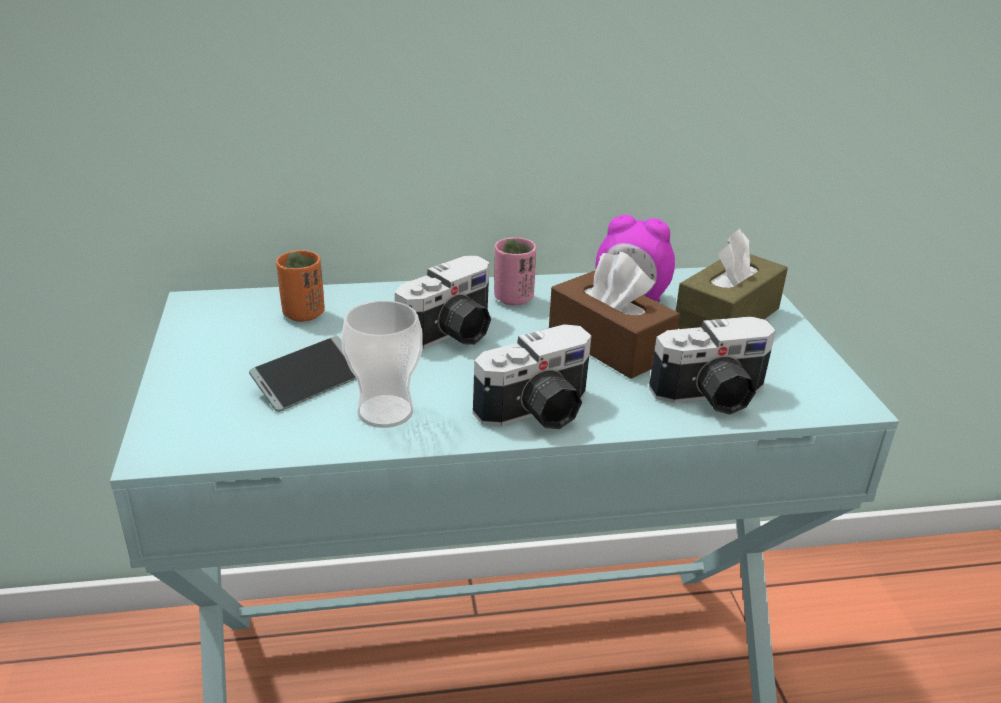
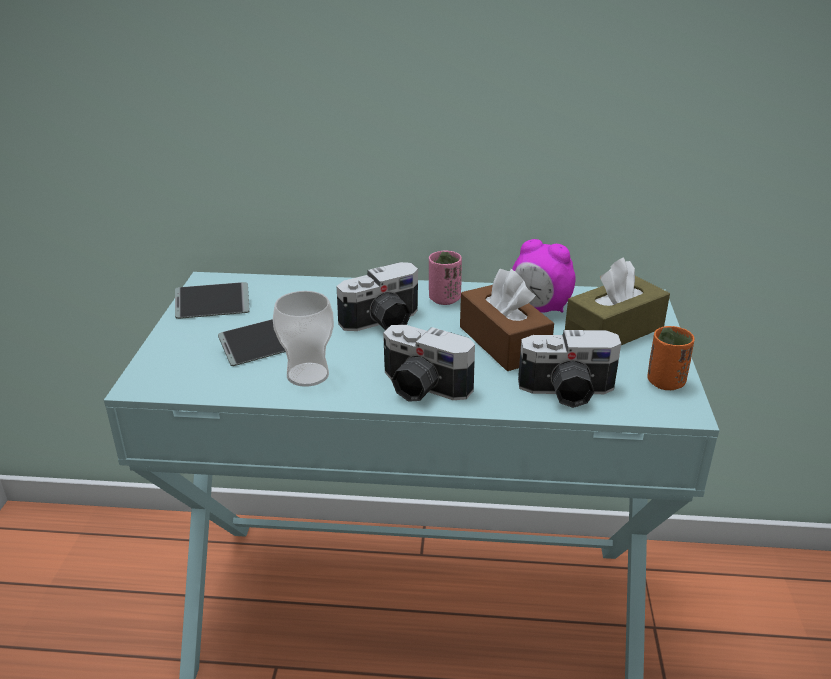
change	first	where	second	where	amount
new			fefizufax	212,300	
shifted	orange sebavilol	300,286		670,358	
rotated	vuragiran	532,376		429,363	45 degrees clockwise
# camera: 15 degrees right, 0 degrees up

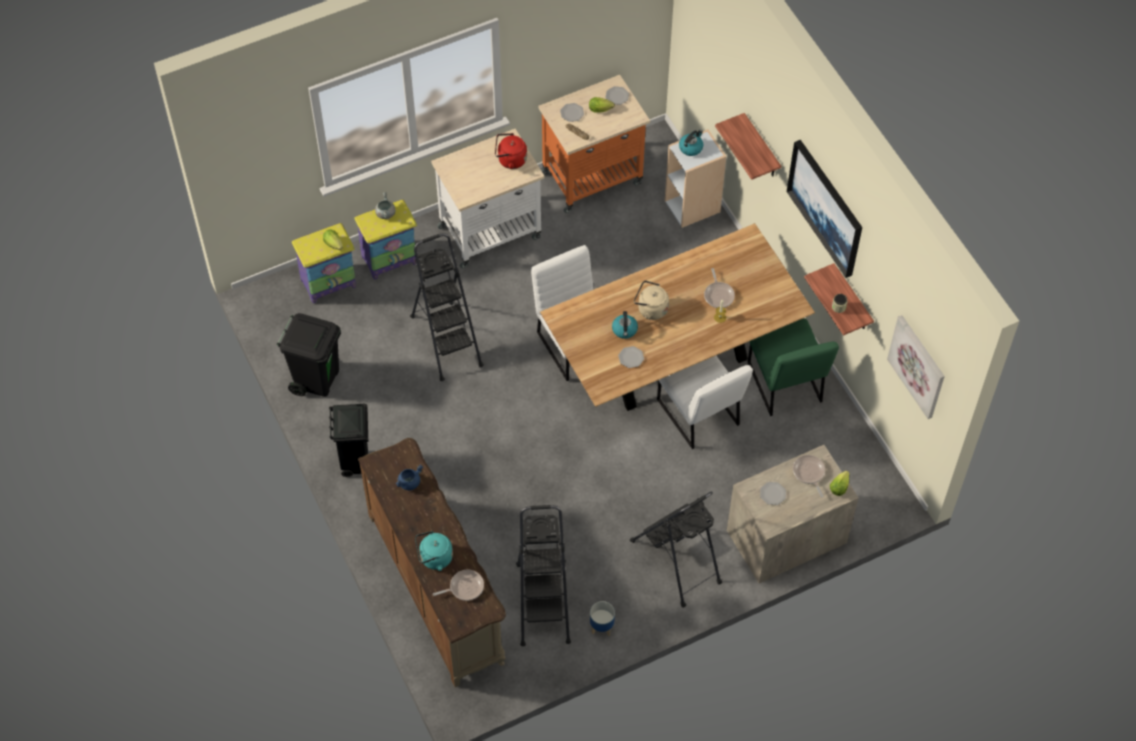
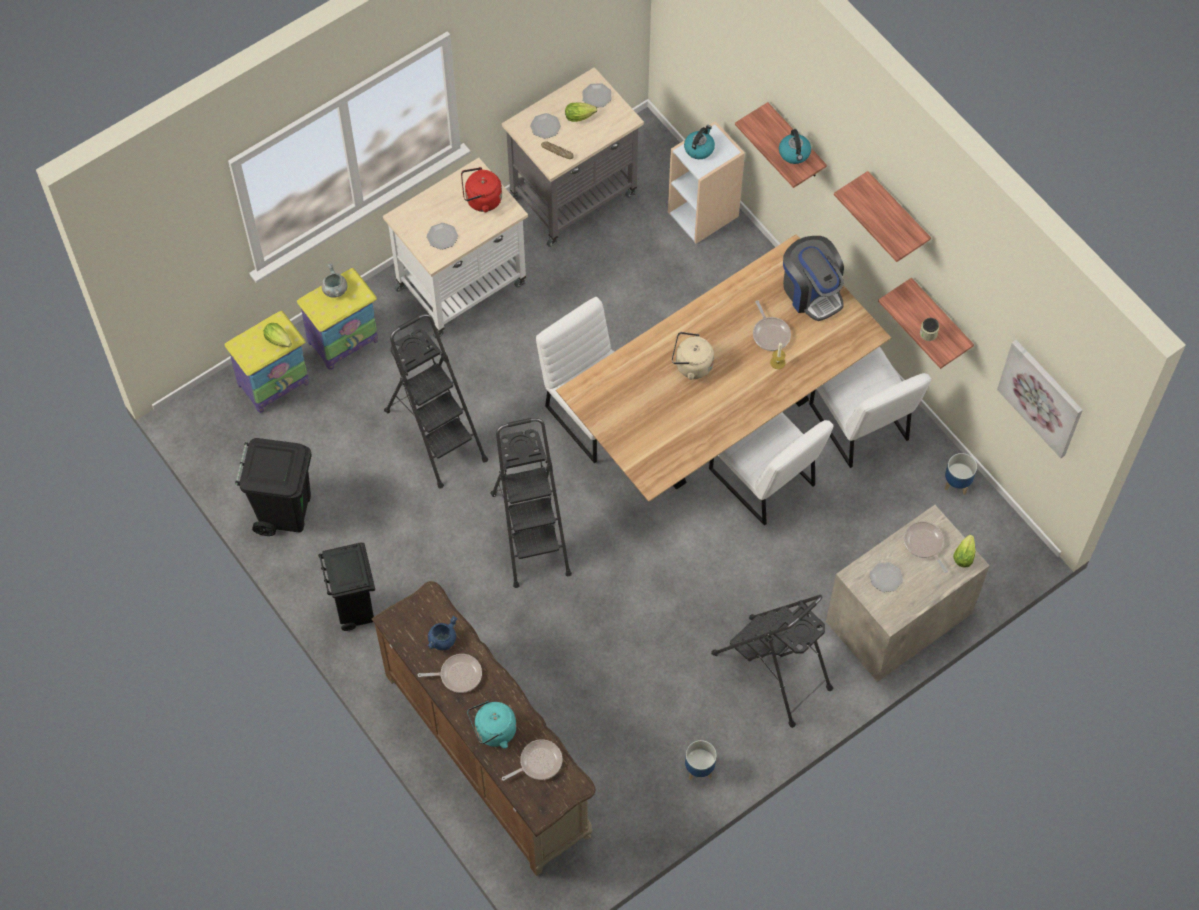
change	first	where	second	where	amount
new			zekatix	450,673	
new			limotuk	813,278	
new			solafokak	961,474	
shifted	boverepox	543,575		531,503	
shifted	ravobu	625,325		795,146	
shifted	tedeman	631,357		442,236	
swapped	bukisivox	824,209	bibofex	882,216	
repainted	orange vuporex	594,144	grey vuporex	573,157	
repainted	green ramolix	793,367	white ramolix	870,407	
# camera: 10 degrees left, 5 degrees up

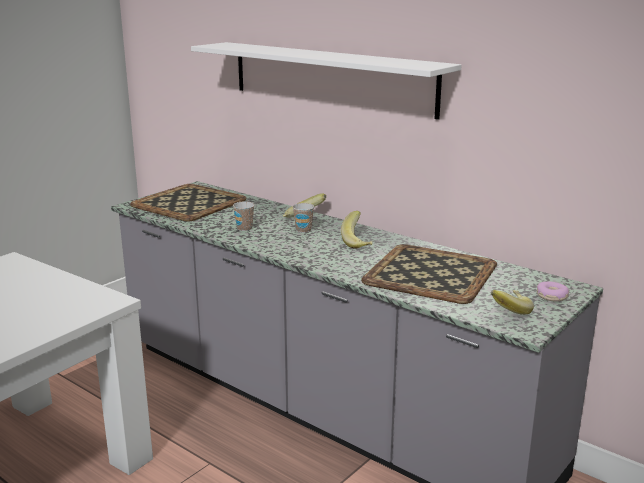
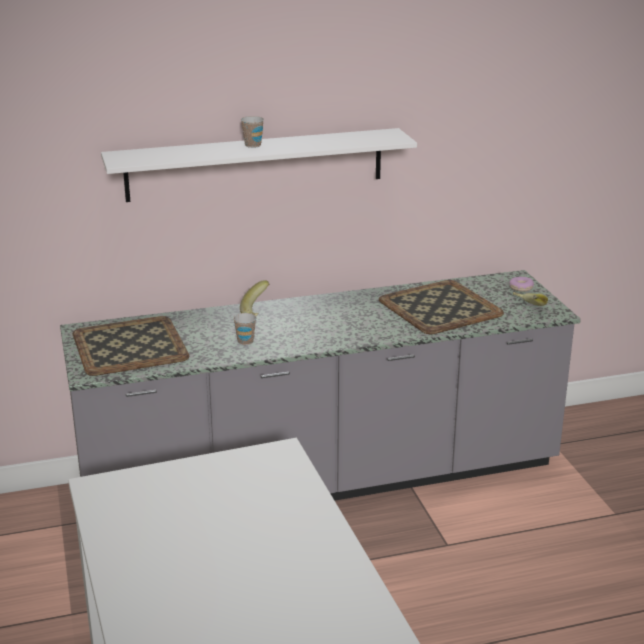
change	first	where	second	where	amount
gone	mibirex	357,230			
shifted	sebavilol	303,218		252,132	
# camera: 55 degrees left, 5 degrees up

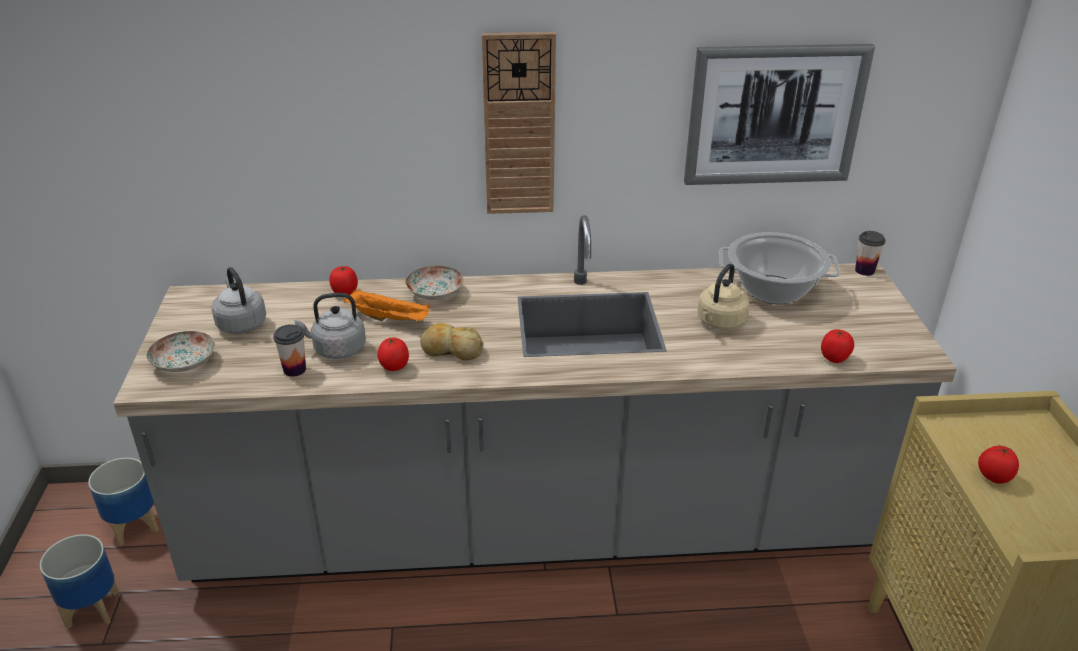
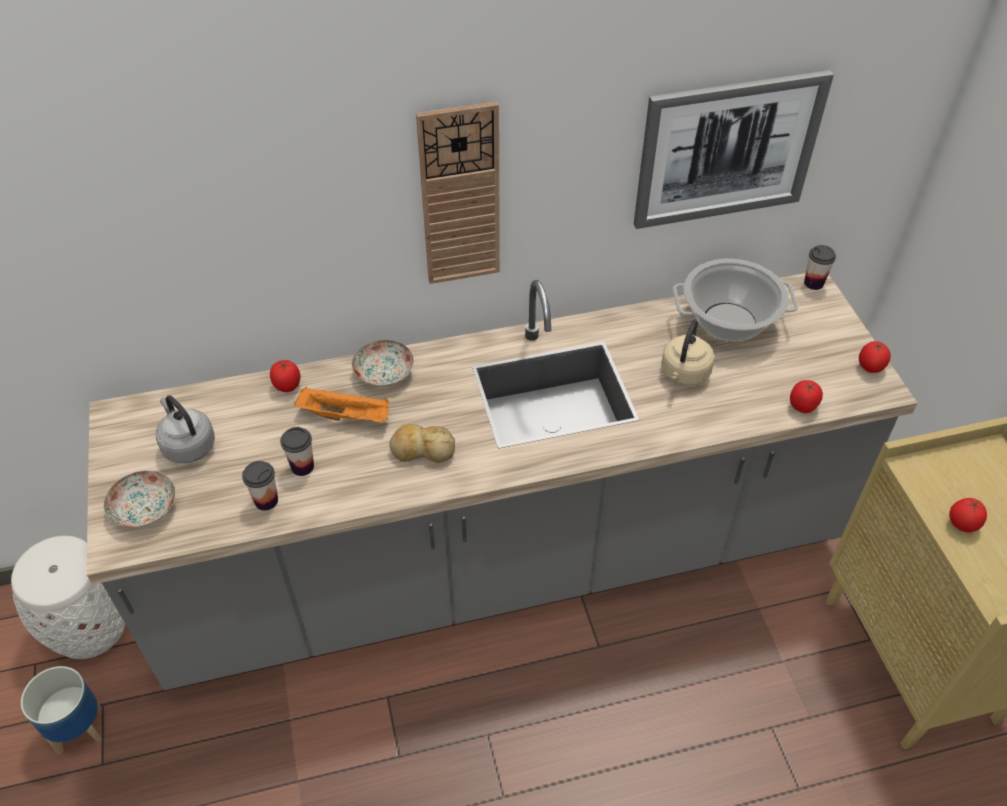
change	first	where	second	where	amount
shifted	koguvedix	393,354		875,357	
swapped	solafokak	123,502	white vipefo	68,597	
swapped	grey ravobu	330,326	sebavilol	297,451	
# camera: 10 degrees left, 15 degrees up

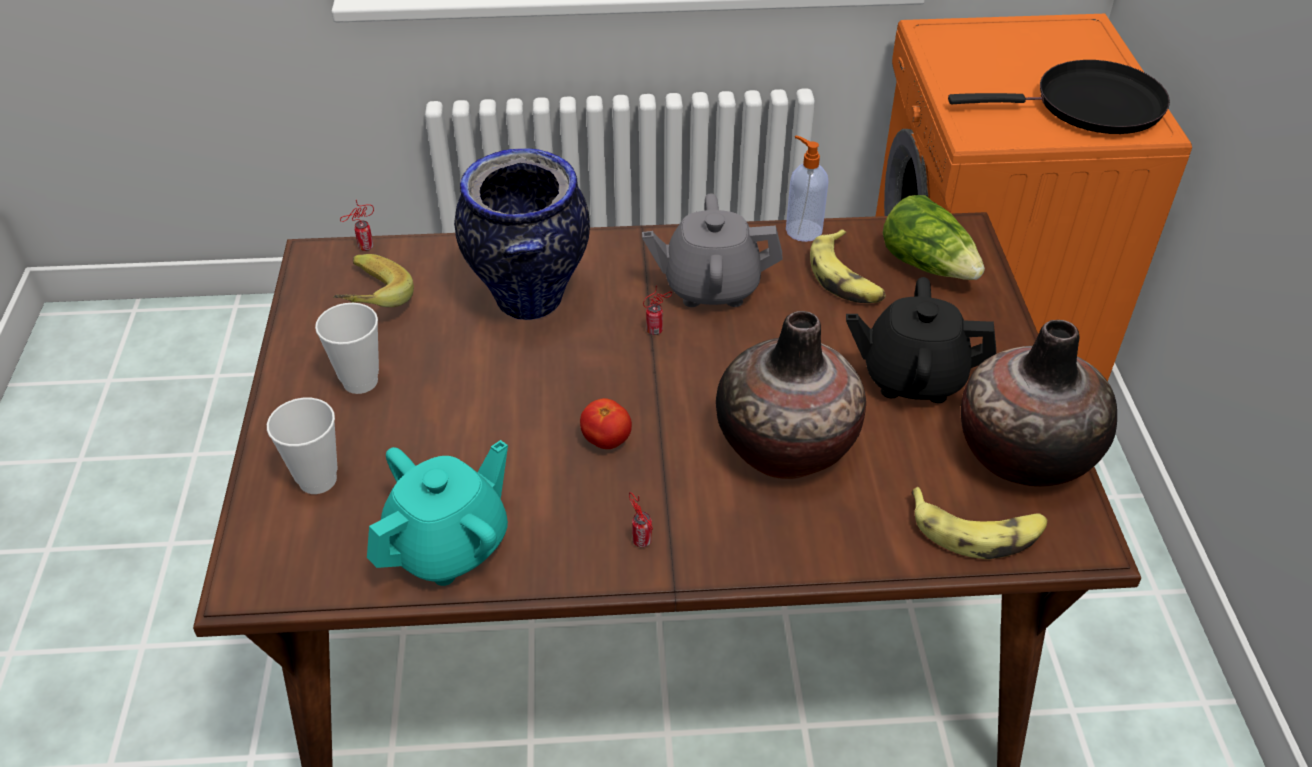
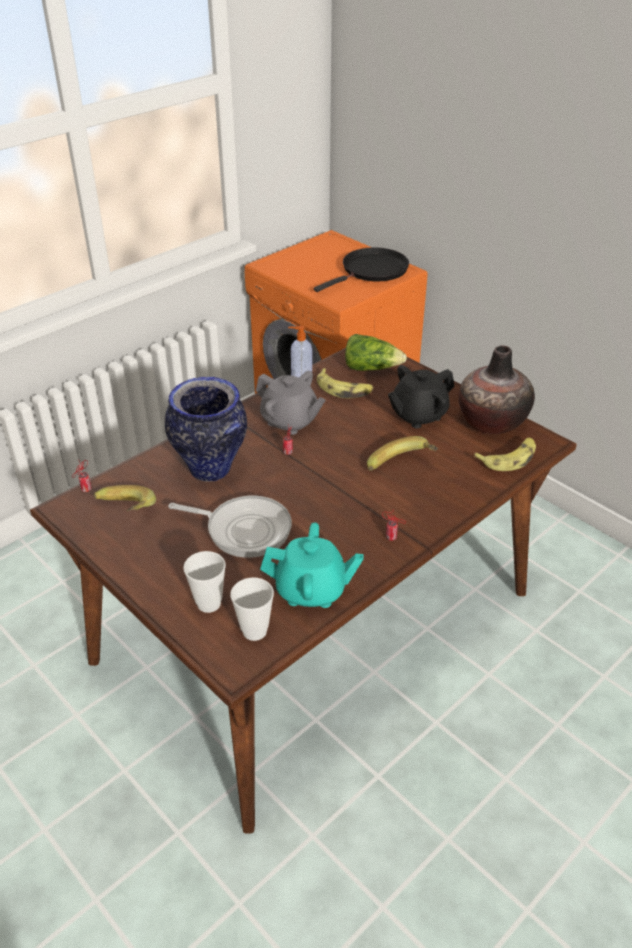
change	first	where	second	where	amount
gone	koguvedix	606,423			
new			zekatix	230,527	
shifted	sebavilol	347,348		252,609	
swapped	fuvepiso	791,395	mibirex	402,453	
rotated	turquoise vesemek	437,513		311,565	90 degrees clockwise
rotated	grey vesemek	712,250		291,403	105 degrees counterclockwise
# camera: 40 degrees left, 5 degrees down

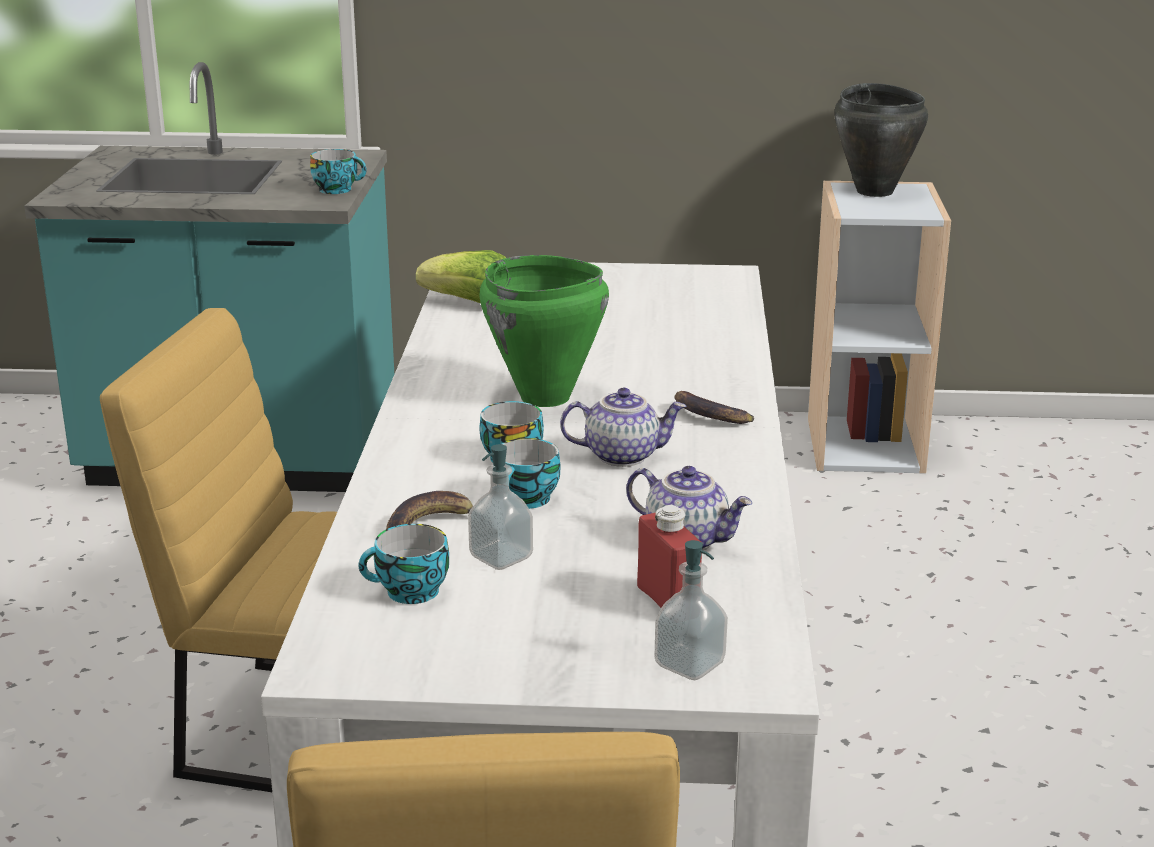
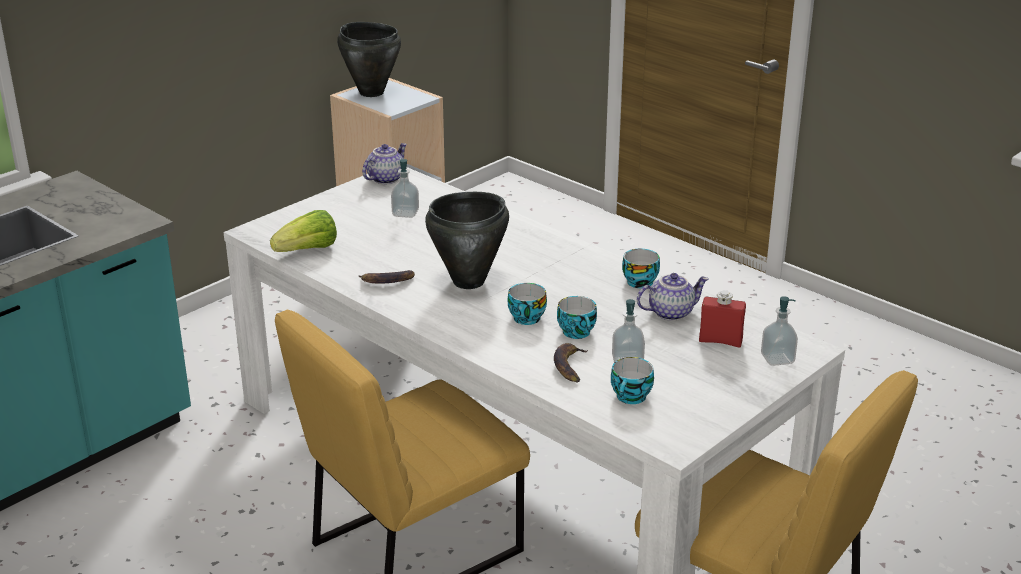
change	first	where	second	where	amount
new			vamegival	405,188	
shifted	sebavilol	338,171		641,268	
shifted	vesemek	623,427		384,163	
shifted	mibirex	714,407		387,276	
repainted	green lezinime	544,331	black lezinime	467,240	
# camera: 50 degrees left, 5 degrees up

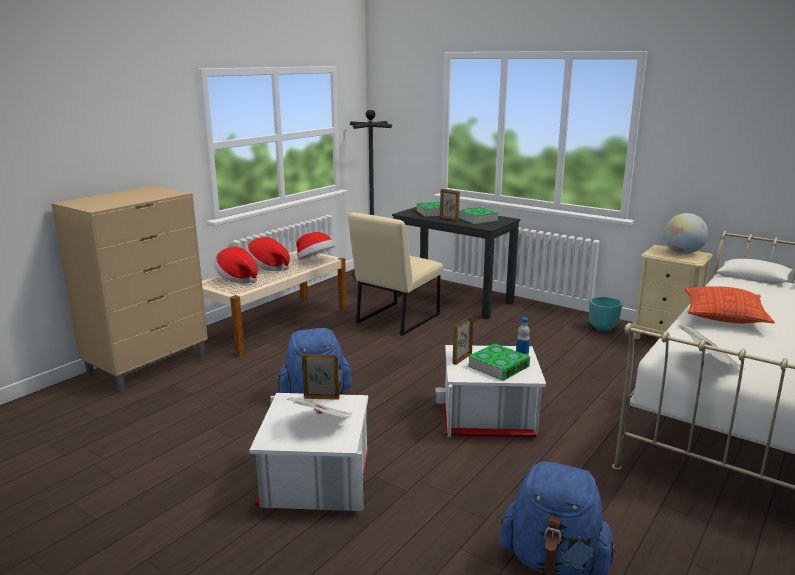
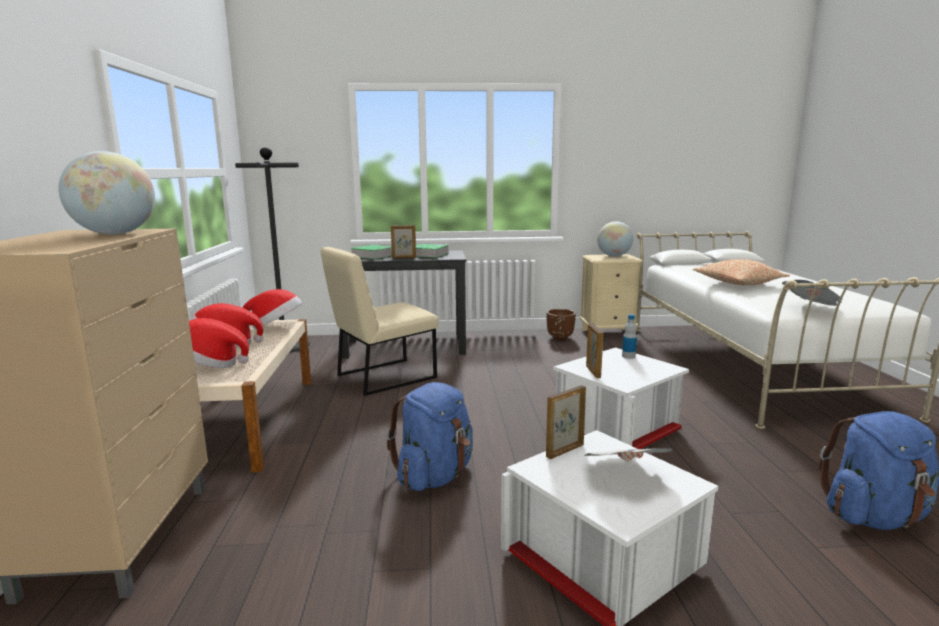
change	first	where	second	where	amount
gone	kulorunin	499,362			
new			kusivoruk	106,193	
repainted	turquoise solafokak	605,314	brown solafokak	561,324	
repainted	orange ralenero	729,304	beige ralenero	741,272	
rotated	beige ramolix	395,274		379,321	60 degrees clockwise
# camera: 40 degrees left, 5 degrees down

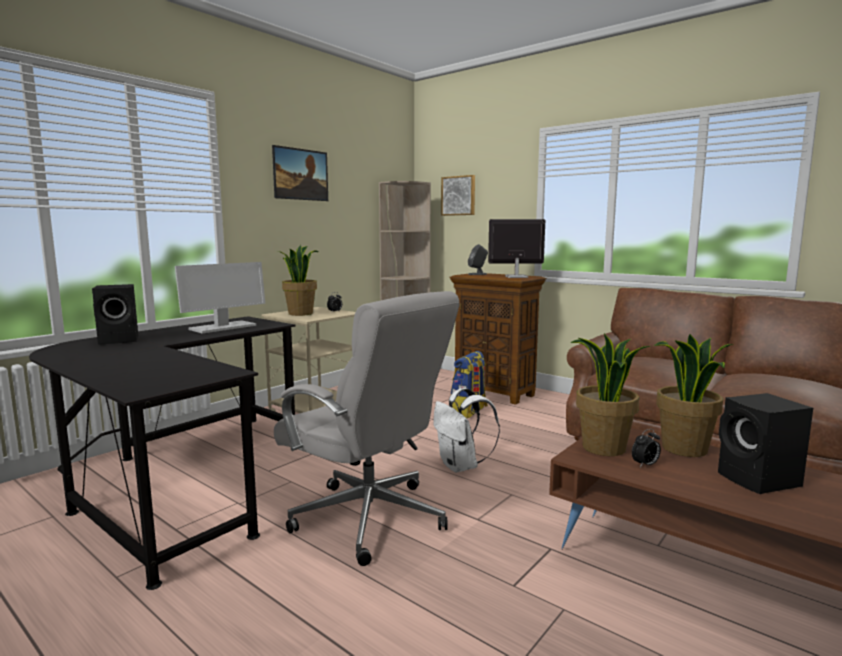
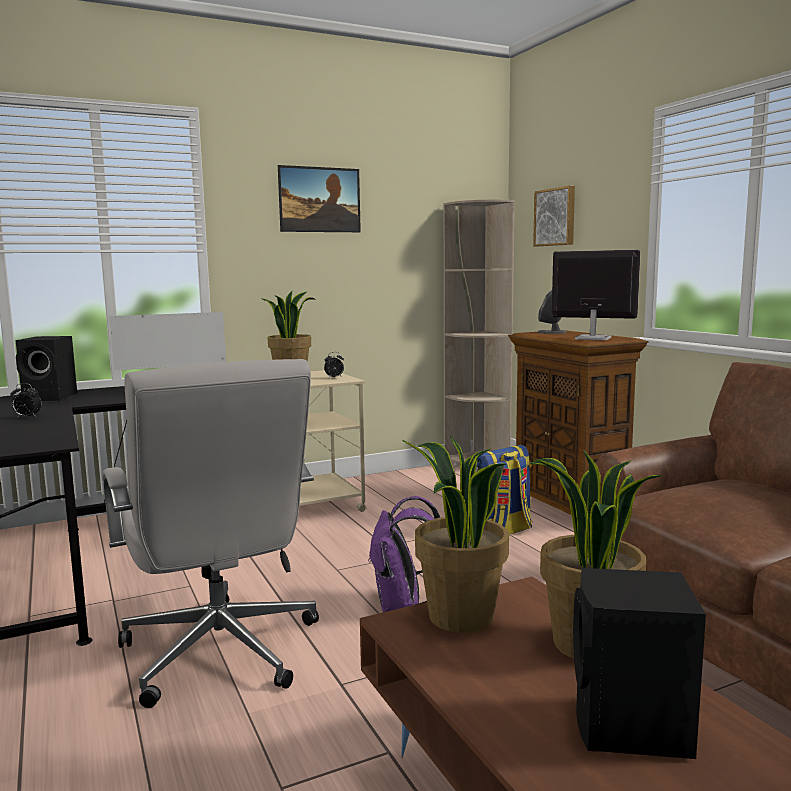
change	first	where	second	where	amount
shifted	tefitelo	646,448		26,400	
repainted	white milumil	466,430	purple milumil	404,554	
# camera: 25 degrees right, 0 degrees up

